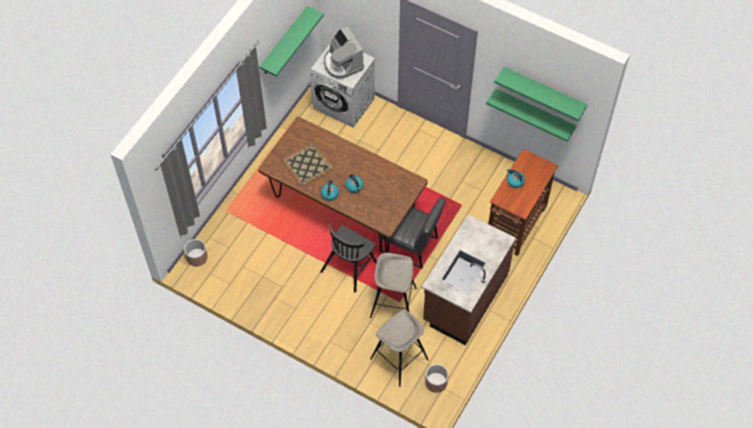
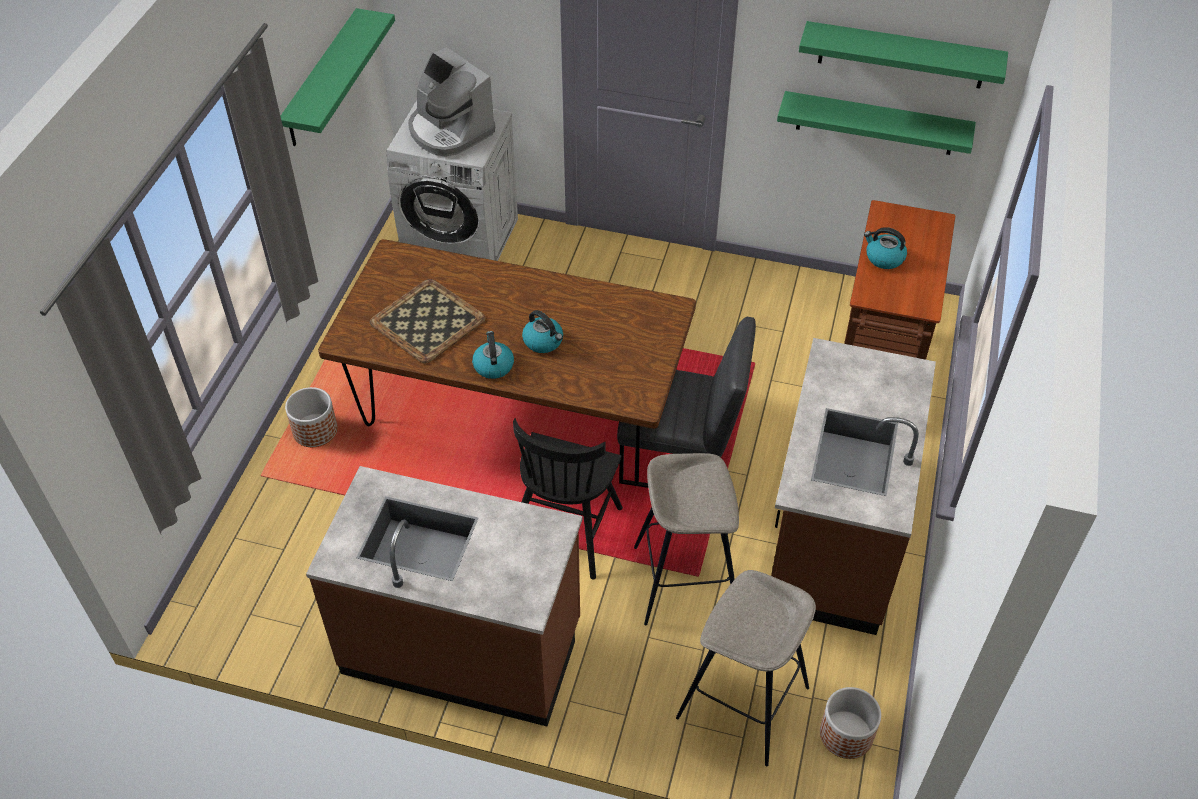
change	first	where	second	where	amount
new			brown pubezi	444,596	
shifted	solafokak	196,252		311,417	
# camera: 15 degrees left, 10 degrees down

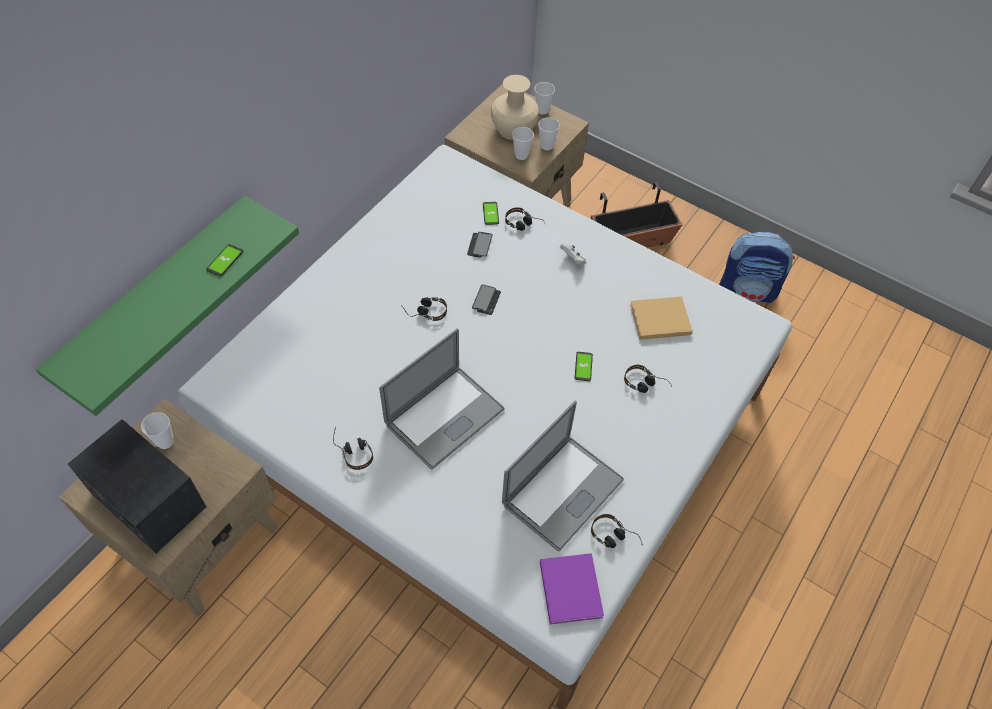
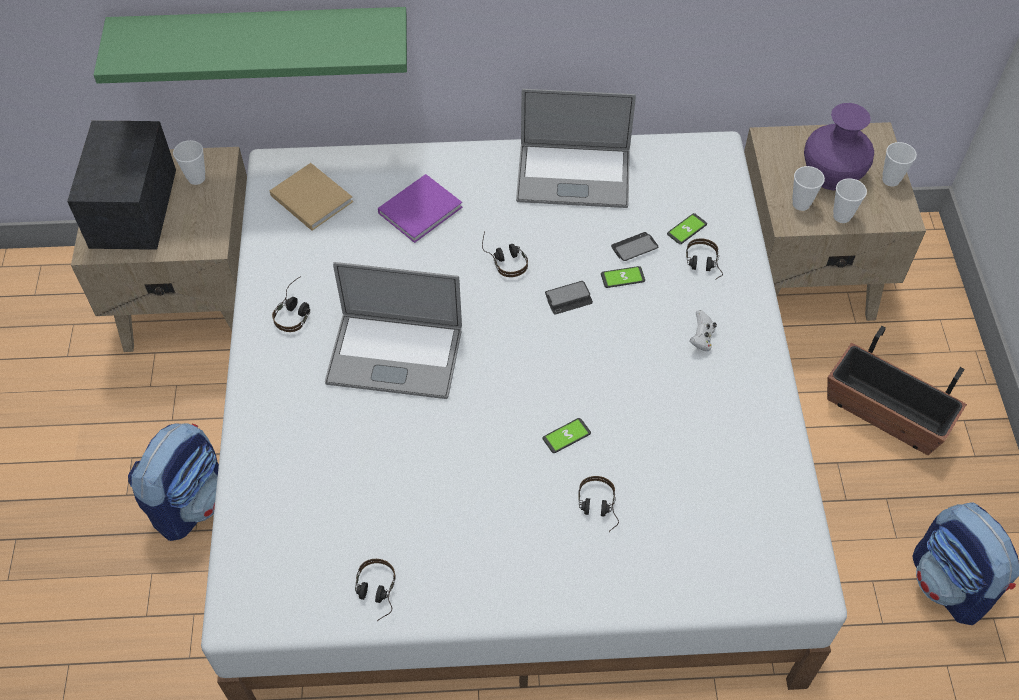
change	first	where	second	where	amount
new			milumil	173,482	
shifted	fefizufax	224,260		623,277	
shifted	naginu	563,476		576,148	
shifted	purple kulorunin	572,588		420,208	
shifted	beige kulorunin	661,318		311,197	
repainted	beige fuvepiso	515,107	purple fuvepiso	839,146	
# camera: 55 degrees right, 0 degrees up

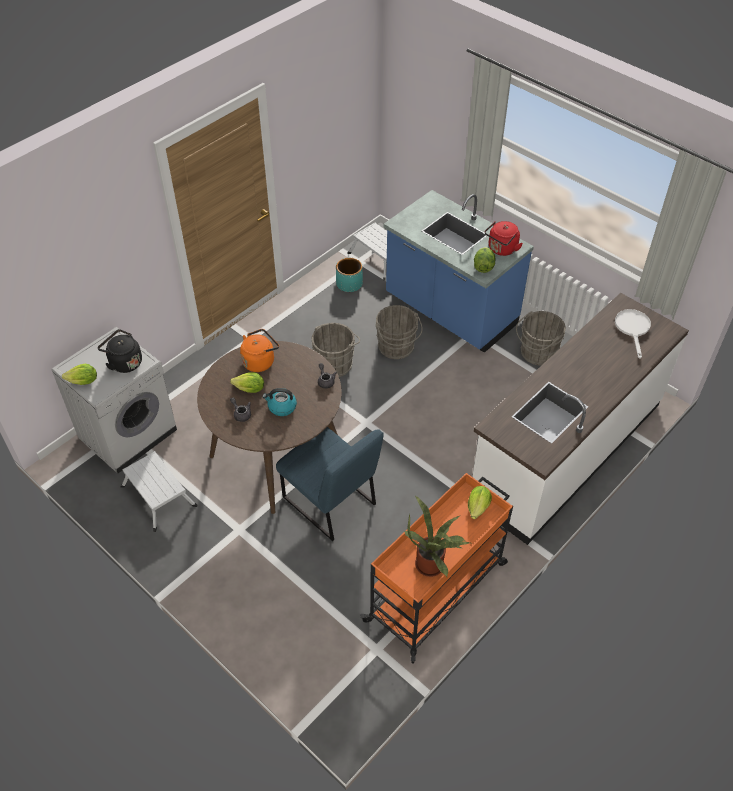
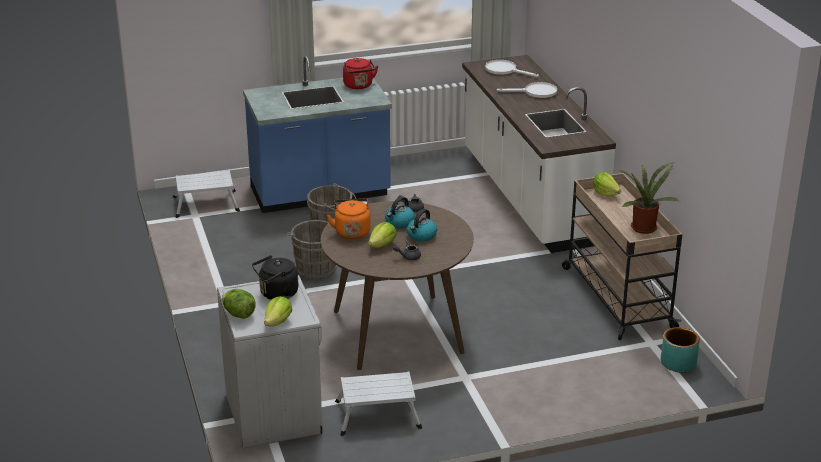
change	first	where	second	where	amount
gone	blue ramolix	330,484			
gone	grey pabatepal	541,338			
new			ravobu	400,212	
new			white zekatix	527,90	
shifted	turquoise solafokak	349,275		680,349	
shifted	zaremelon	485,260		239,304	
repainted	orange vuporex	436,568	beige vuporex	622,256	
# camera: 60 degrees left, 20 degrees down

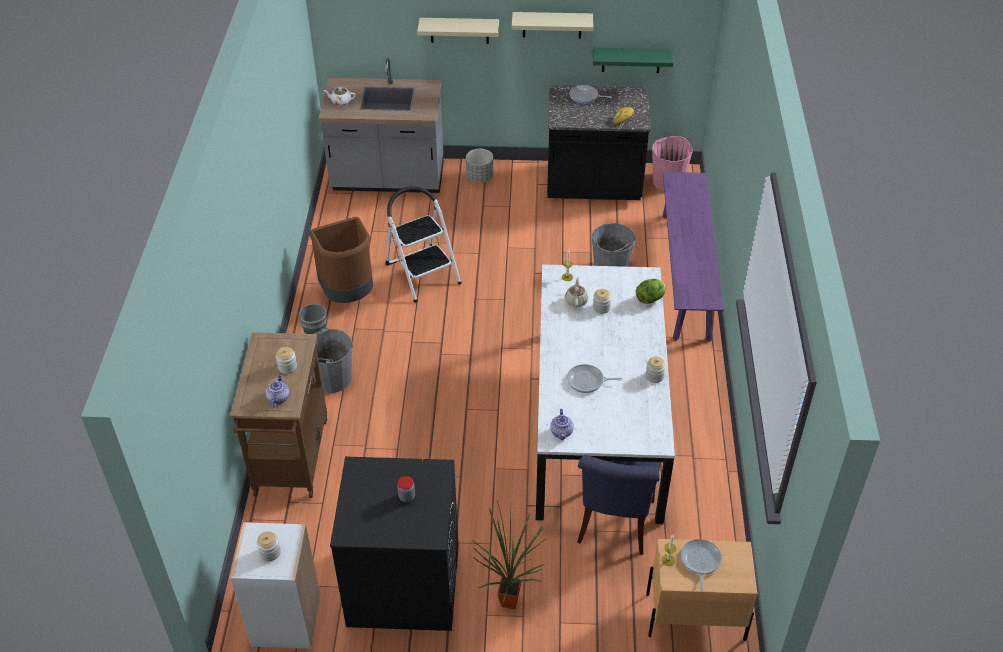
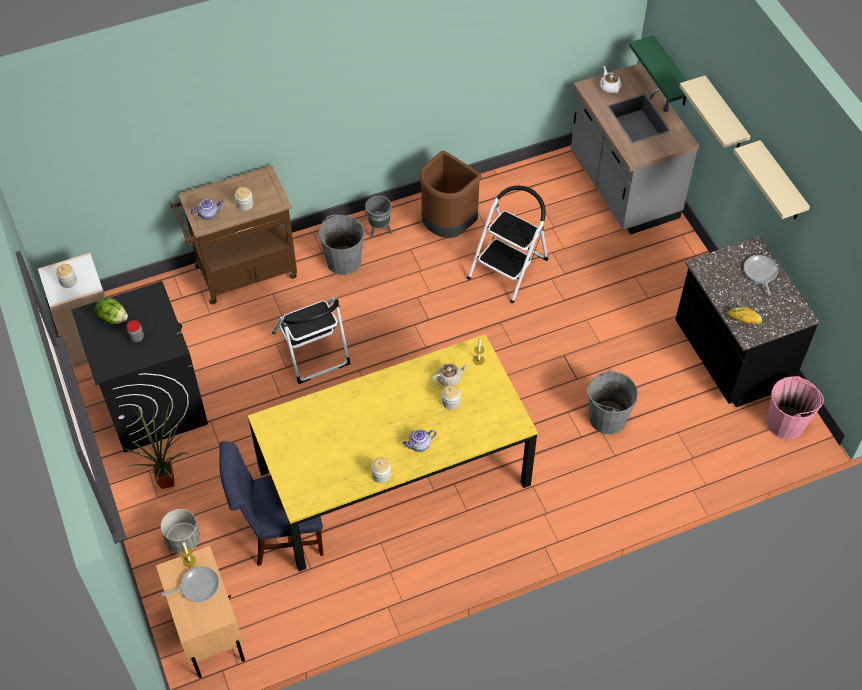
change	first	where	second	where	amount
gone	zekatix	595,378			
gone	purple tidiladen	693,257			
new			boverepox	311,340	
shifted	grey solafokak	479,166		180,531	
shifted	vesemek	562,424		420,440	
shifted	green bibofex	633,60		658,70	
shifted	zaremelon	650,291		111,310	
repainted	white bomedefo	605,394	yellow bomedefo	393,453	
# camera: 65 degrees right, 10 degrees up

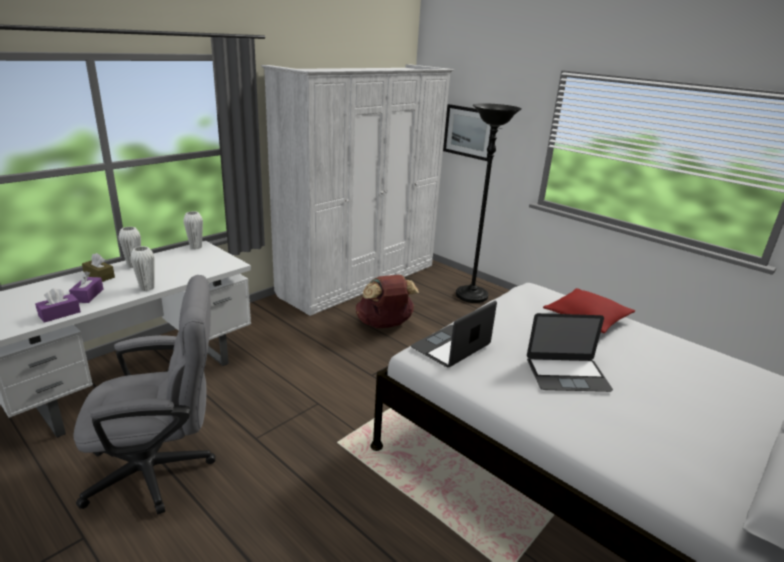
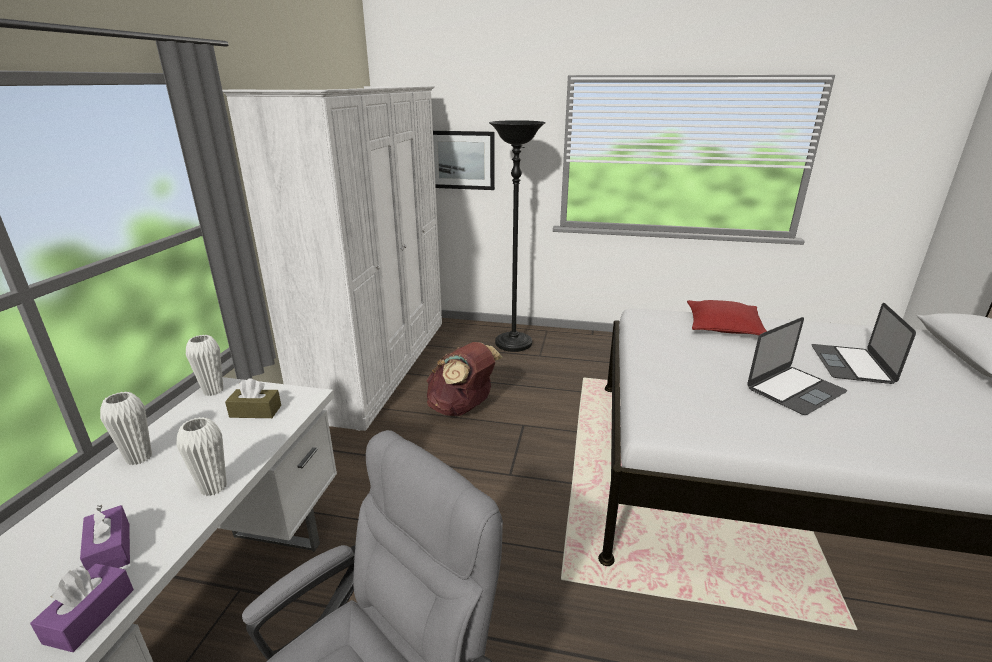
change	first	where	second	where	amount
shifted	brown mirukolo	98,267		253,398	
shifted	naginu	454,334		863,343	
# camera: 30 degrees left, 0 degrees up

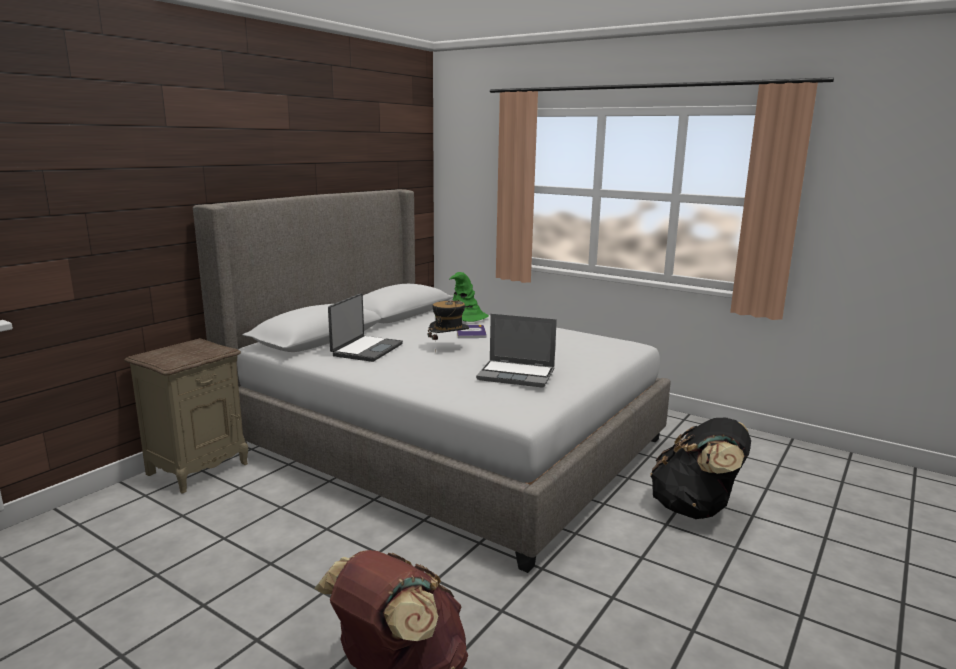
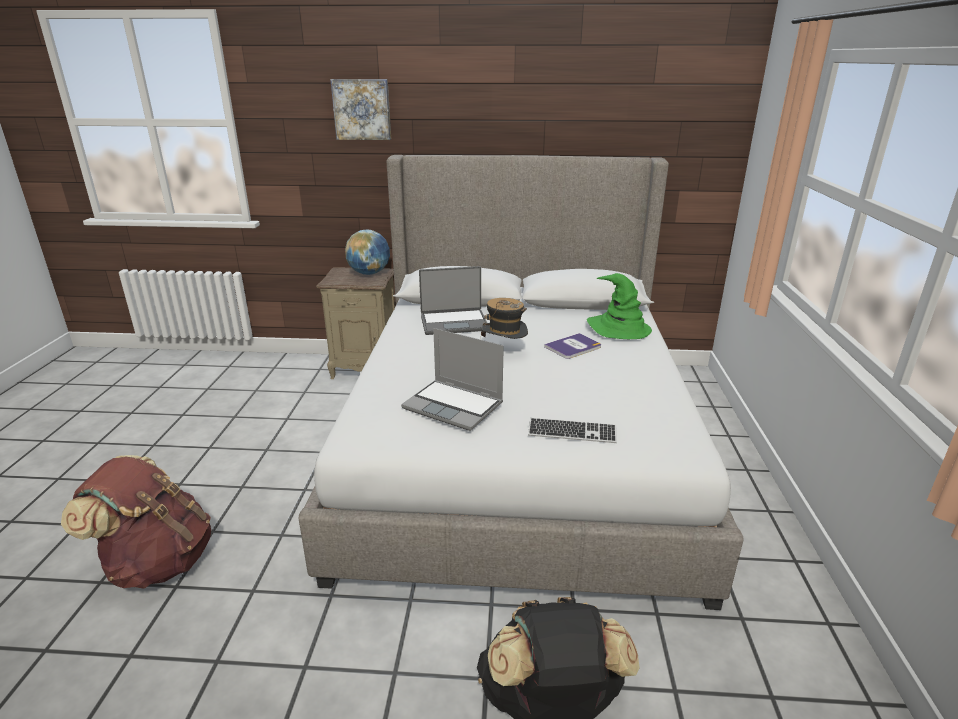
change	first	where	second	where	amount
new			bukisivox	360,109	
new			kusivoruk	367,252	
new			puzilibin	572,430	
rotated	naginu	516,351		452,379	45 degrees counterclockwise
# camera: 60 degrees right, 10 degrees up

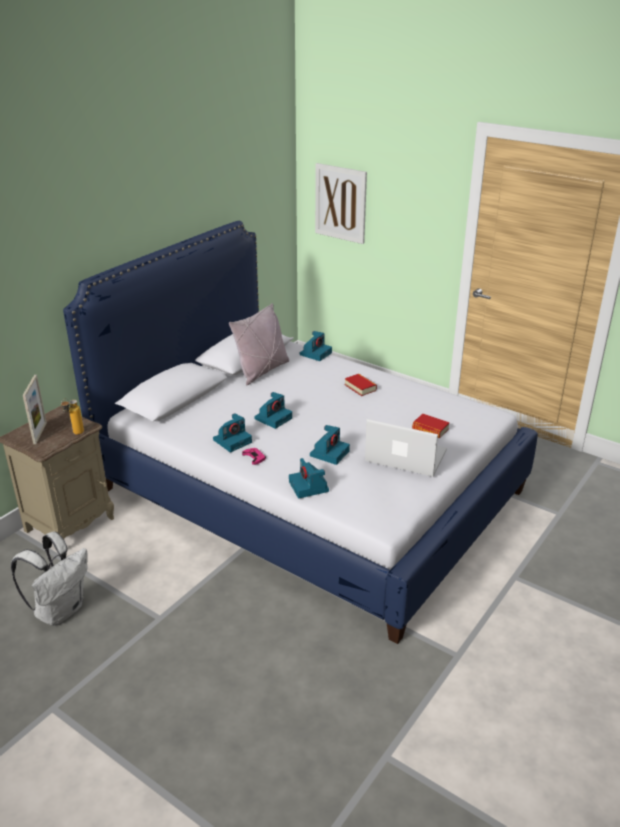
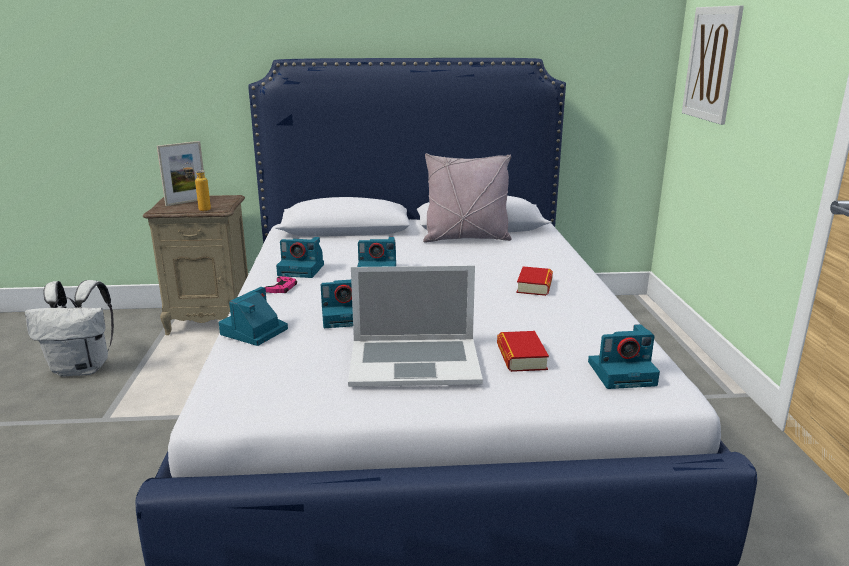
change	first	where	second	where	amount
shifted	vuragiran	316,346		624,356	
rotated	naginu	406,448		415,326	105 degrees clockwise
# camera: 50 degrees right, 10 degrees down

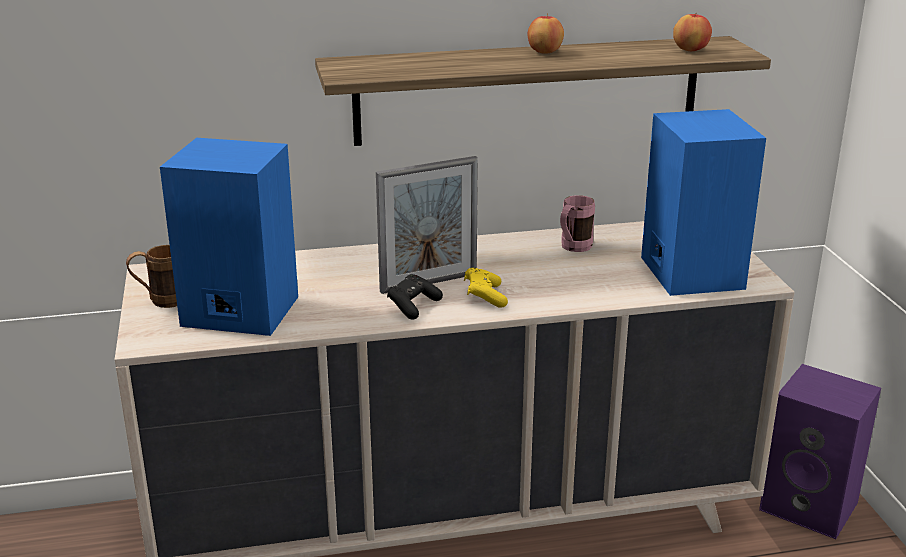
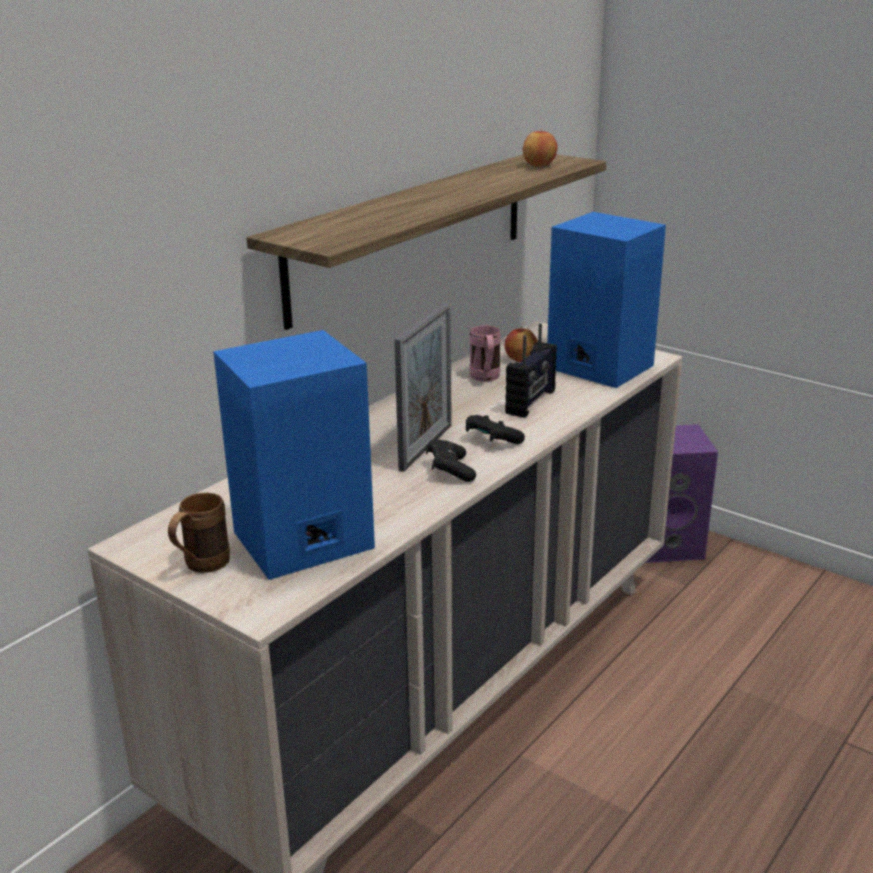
change	first	where	second	where	amount
new			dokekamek	531,370	
shifted	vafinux	545,33		521,344	
repainted	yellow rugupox	486,288	black rugupox	495,429	
# camera: 40 degrees left, 0 degrees up

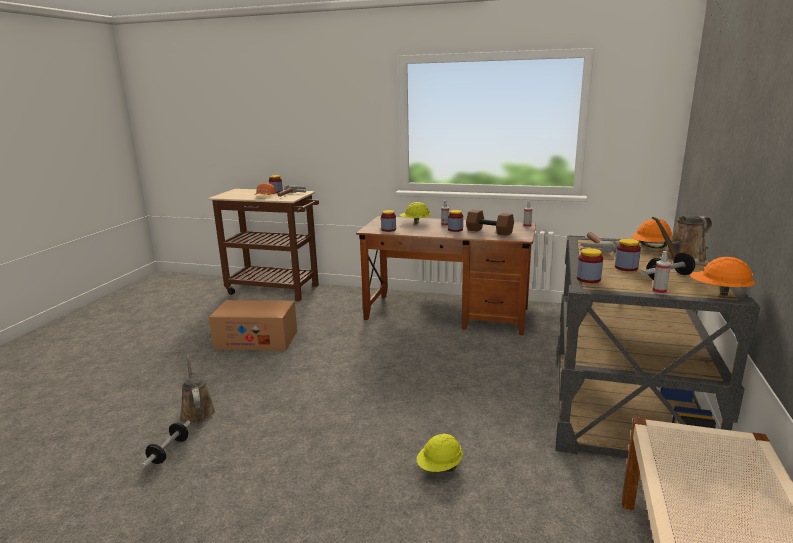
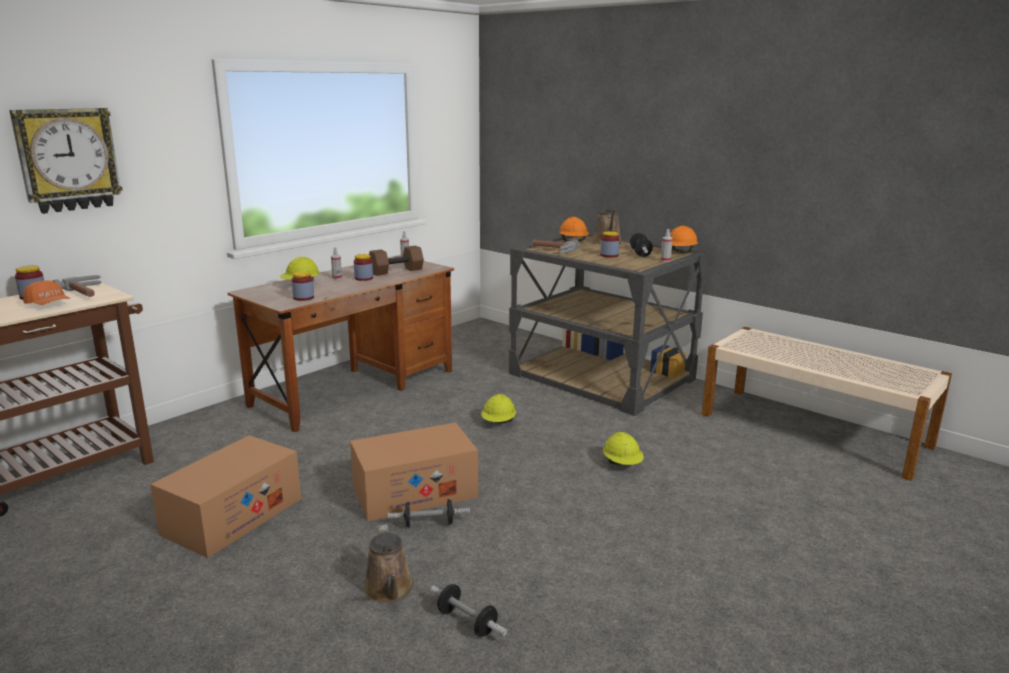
change	first	where	second	where	amount
gone	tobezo	590,265			
new			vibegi	66,161	
new			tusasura	414,472	
new			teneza	429,513	
new			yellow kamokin	498,408	
rotated	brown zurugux	198,389		388,563	105 degrees counterclockwise
# camera: 65 degrees left, 0 degrees up

